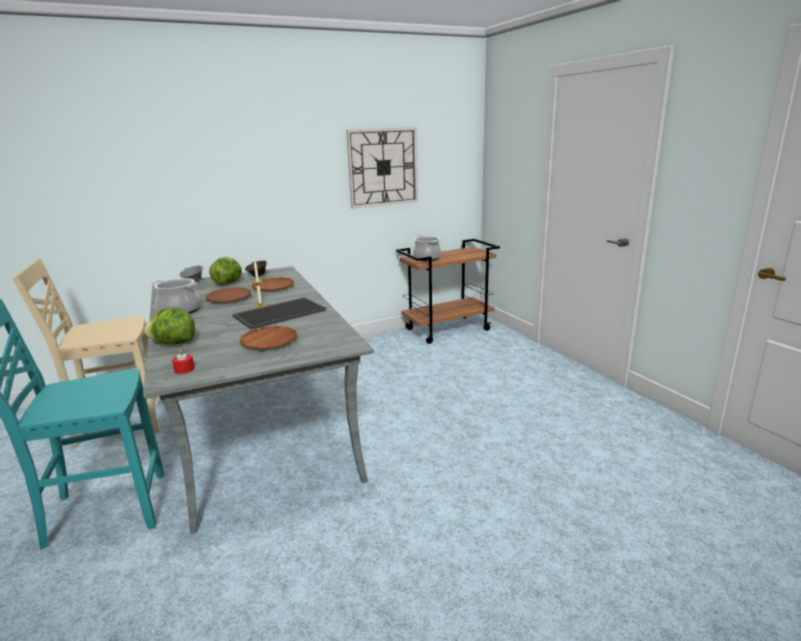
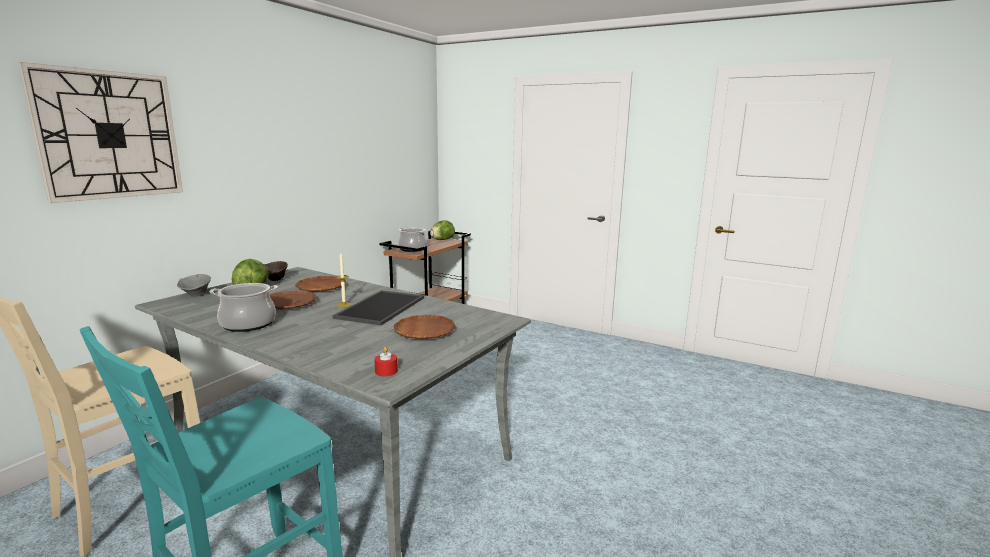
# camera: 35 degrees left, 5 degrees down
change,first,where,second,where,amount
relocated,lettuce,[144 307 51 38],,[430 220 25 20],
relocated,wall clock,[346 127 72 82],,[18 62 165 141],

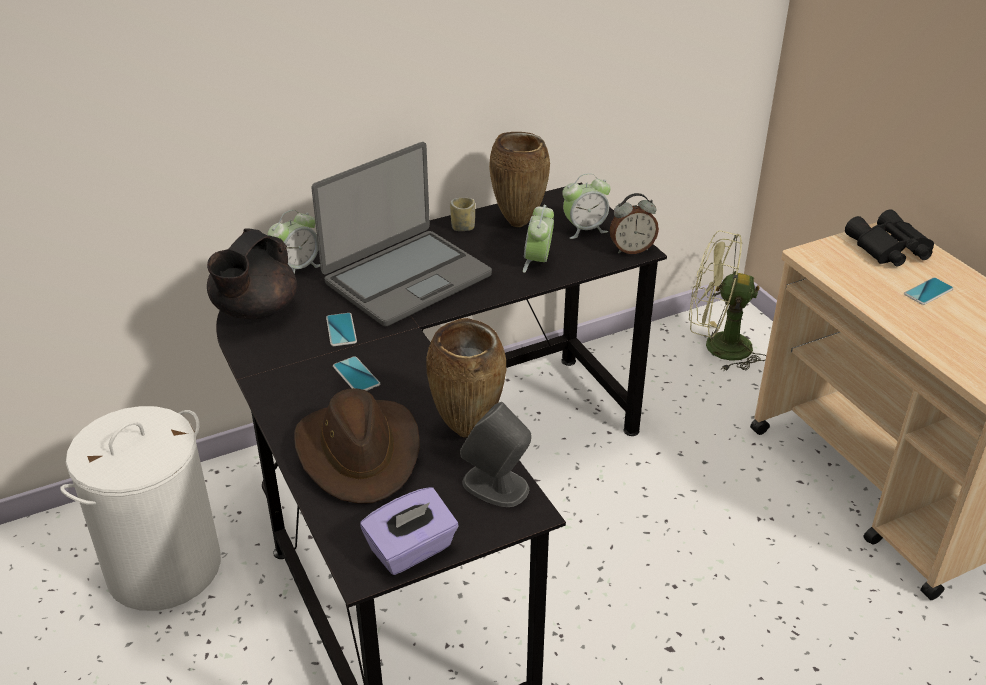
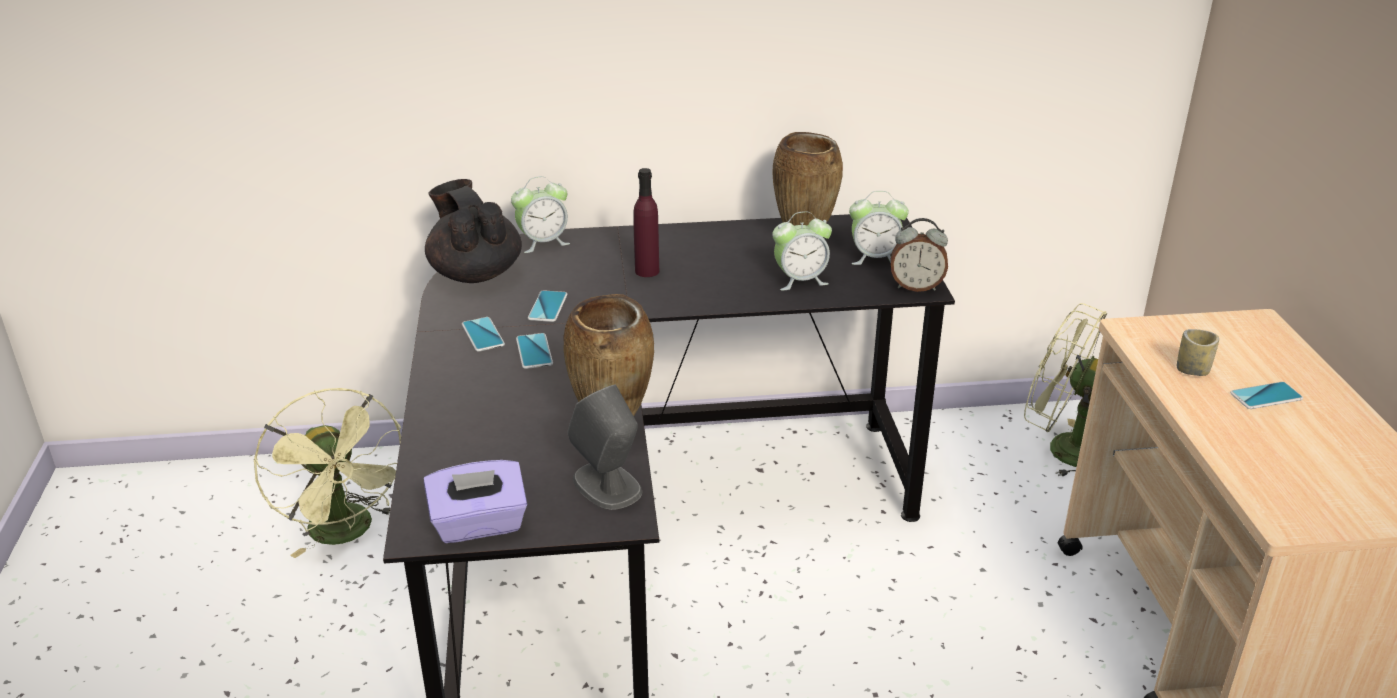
# camera: 20 degrees right, 5 degrees down
change,first,where,second,where,amount
exchanged,laundry basket in white,[60 406 161 205],fan in green,[253 388 148 170],
spun,teapot in black,[207 228 90 91],,[425 179 97 104],105 degrees clockwise
missing,hat in brown,[294 388 126 116],,,
exchanged,laptop,[312 142 180 184],bottle in purple,[633 168 27 109],
relocated,cup,[450 198 25 33],,[1177 329 42 47],
spun,alarm clock,[523 205 31 68],,[772 211 60 79],135 degrees counterclockwise
missing,binoculars in black,[845 209 89 57],,,
appeared,,,phone,[462 317 43 35],

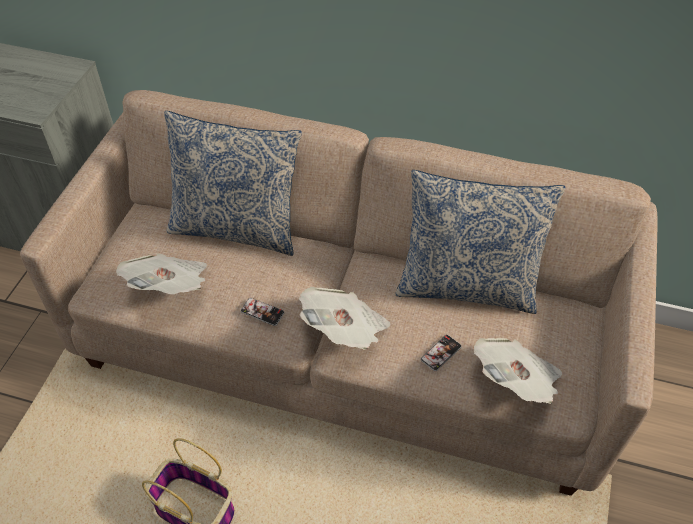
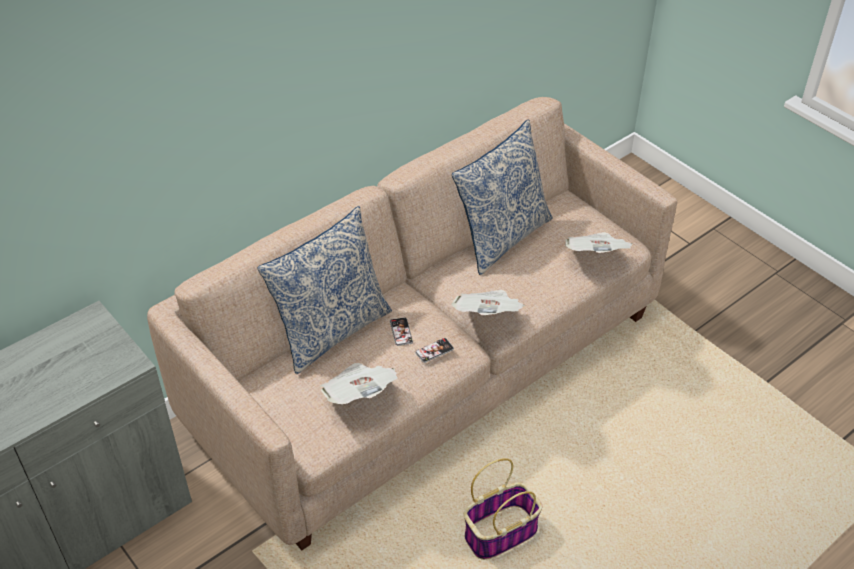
# camera: 55 degrees left, 5 degrees down
change,first,where,second,where,amount
relocated,phone,[421 335 41 36],,[390 317 23 29],

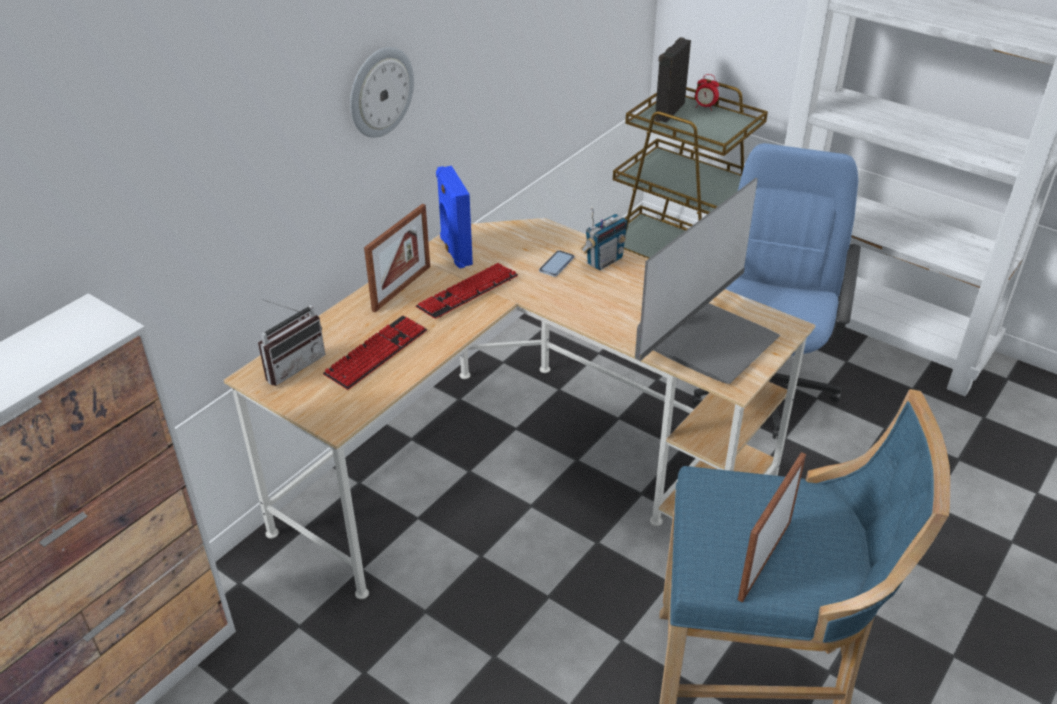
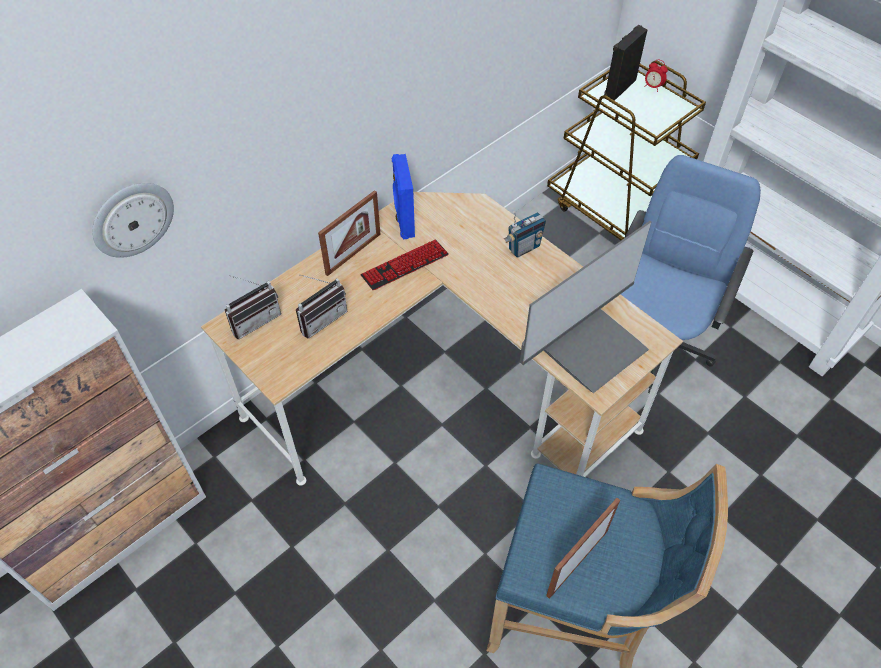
# camera: 10 degrees right, 15 degrees up
change,first,where,second,where,amount
exchanged,keyboard,[323 316 104 74],radio,[296 274 51 64],
relocated,wall clock,[350 47 64 91],,[92 183 82 75],
missing,phone,[539 250 35 27],,,

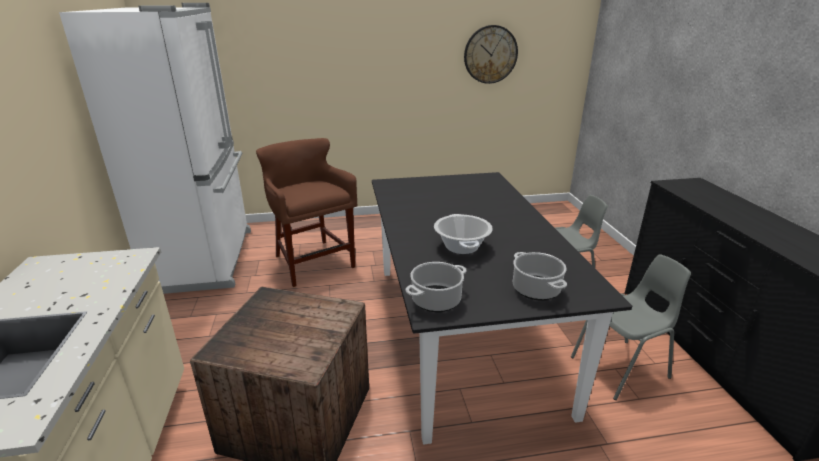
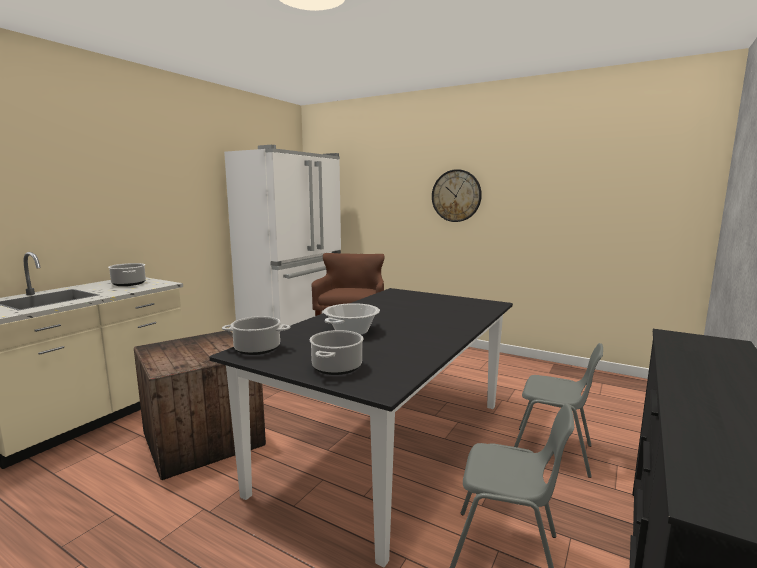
# camera: 40 degrees right, 15 degrees down
change,first,where,second,where,amount
relocated,wall clock,[464 25 54 59],,[432 169 50 53],
appeared,,,cooking pot,[108 263 38 23],

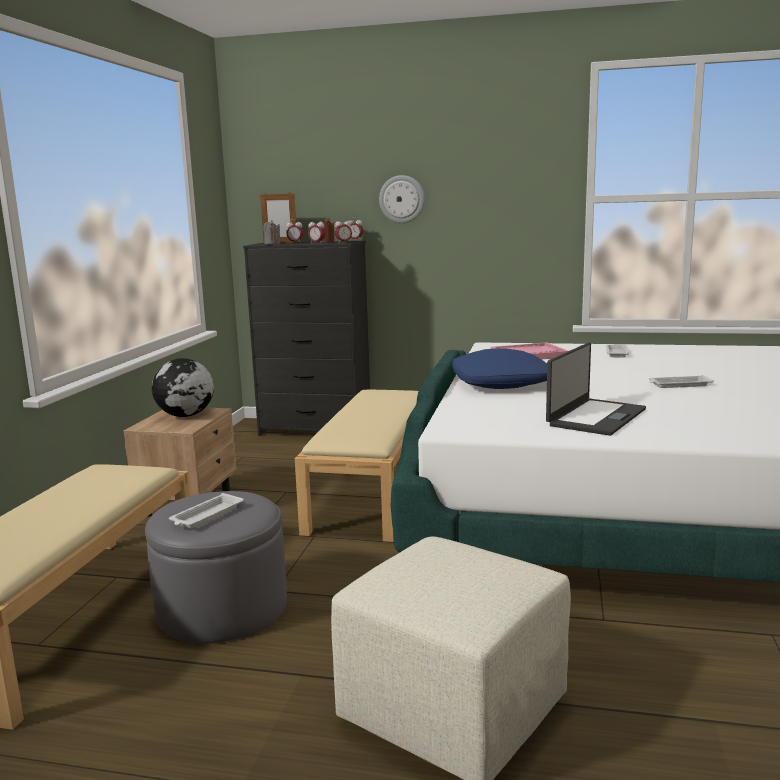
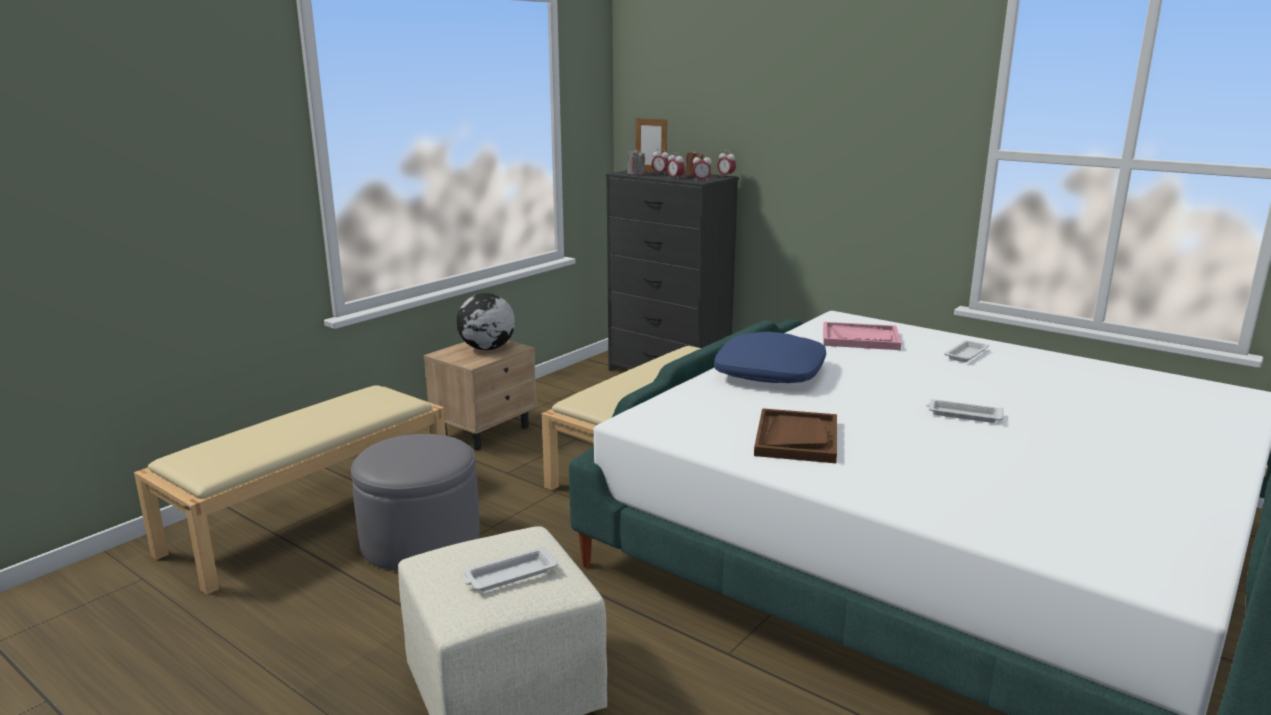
# camera: 25 degrees right, 5 degrees up
change,first,where,second,where,amount
relocated,tray in white,[169 493 75 35],,[464 547 94 44],
missing,wall clock,[379 175 46 48],,,
exchanged,laptop,[546 342 100 94],tray in brown,[754 408 83 55],

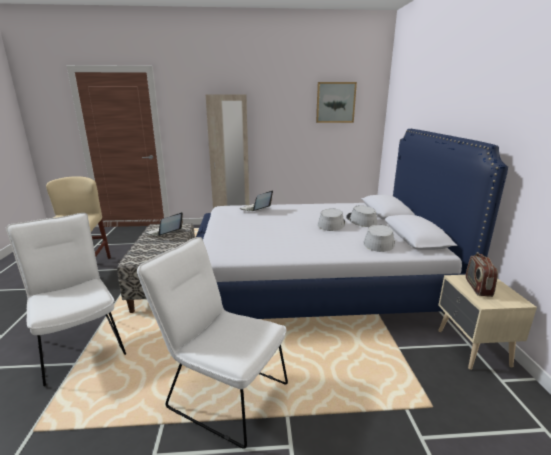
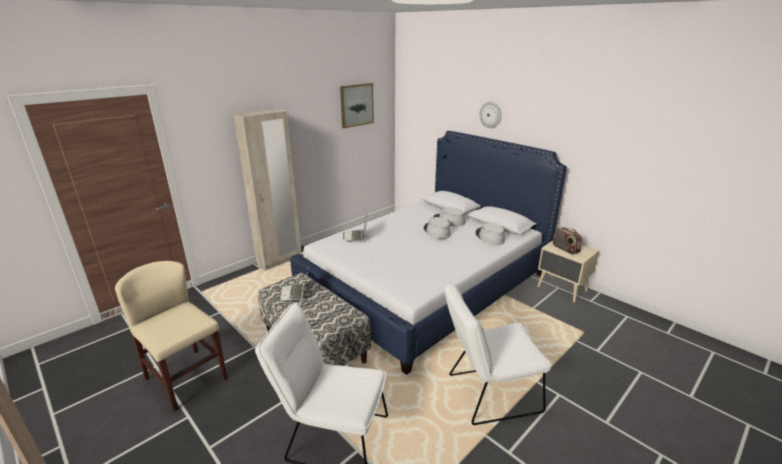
# camera: 40 degrees left, 5 degrees up
change,first,where,second,where,amount
appeared,,,wall clock,[479 102 23 26],

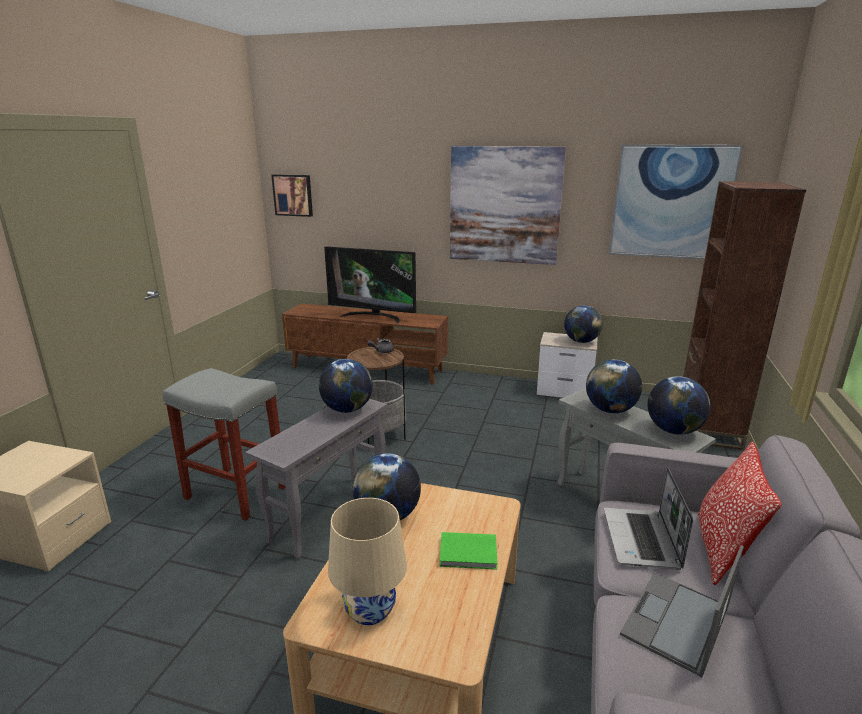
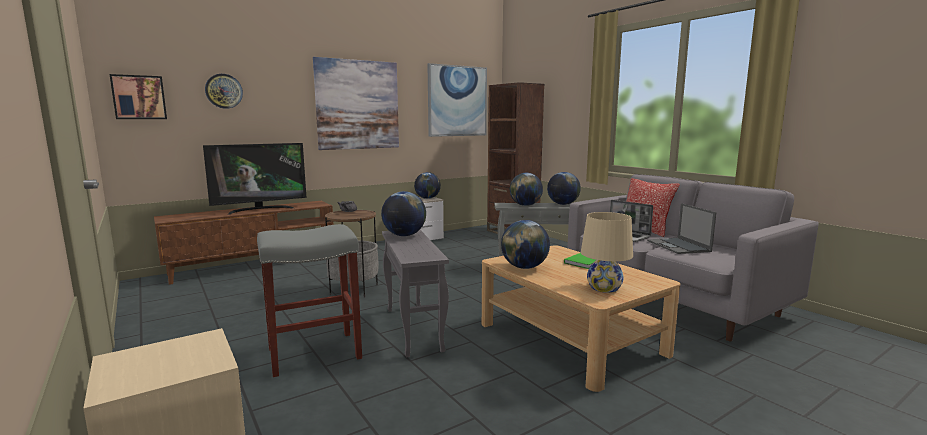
# camera: 50 degrees left, 10 degrees down
change,first,where,second,where,amount
appeared,,,wall clock,[205 74 38 35],

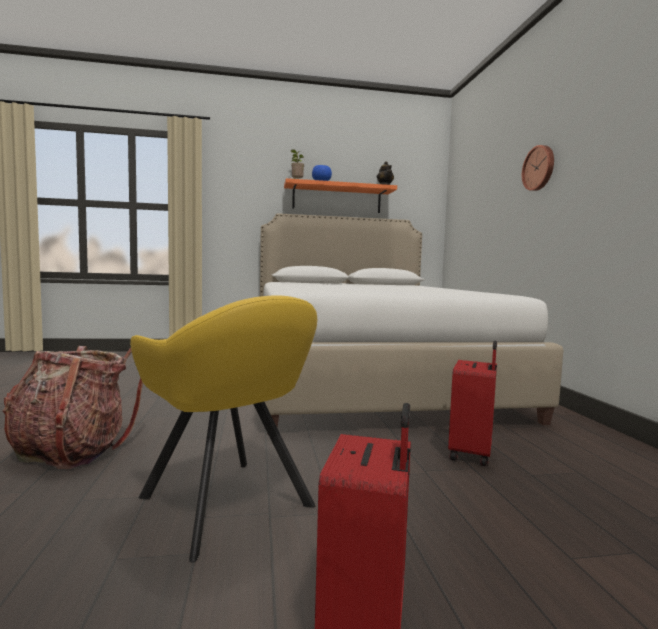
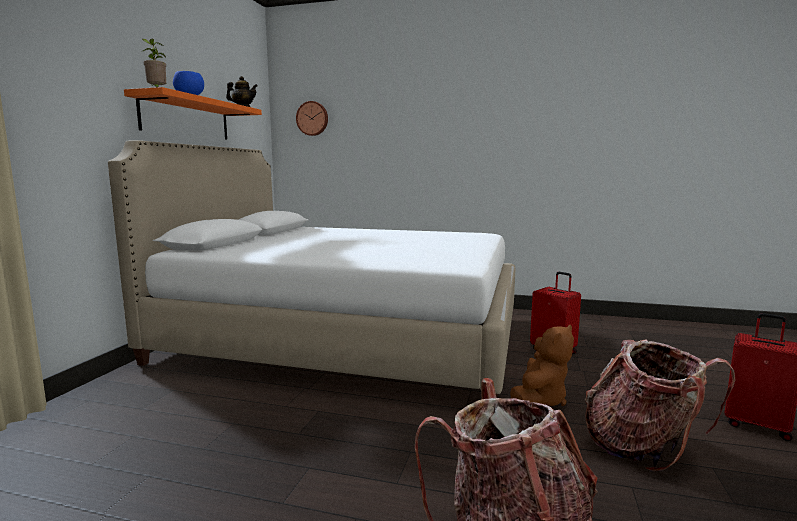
# camera: 65 degrees left, 5 degrees up
change,first,where,second,where,amount
exchanged,armchair in yellow,[130 295 187 268],backpack,[585 339 151 132],
relocated,wall clock,[522 145 32 46],,[296 101 32 35],
appeared,,,plush toy in brown,[510 325 64 81],

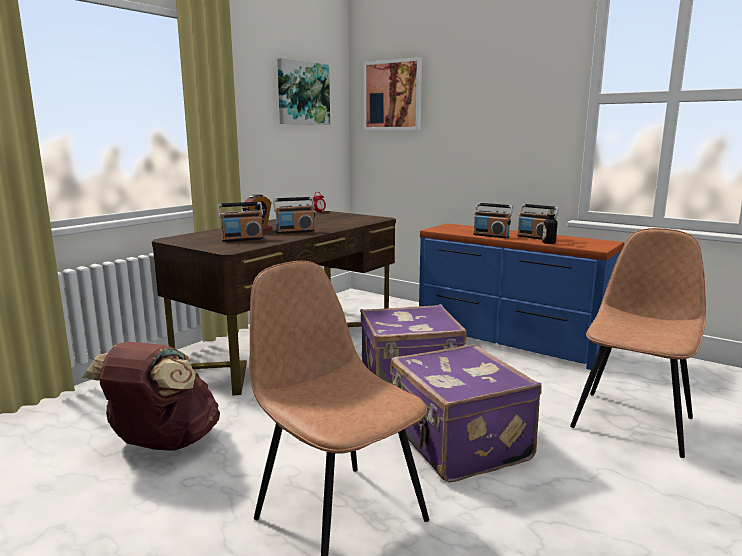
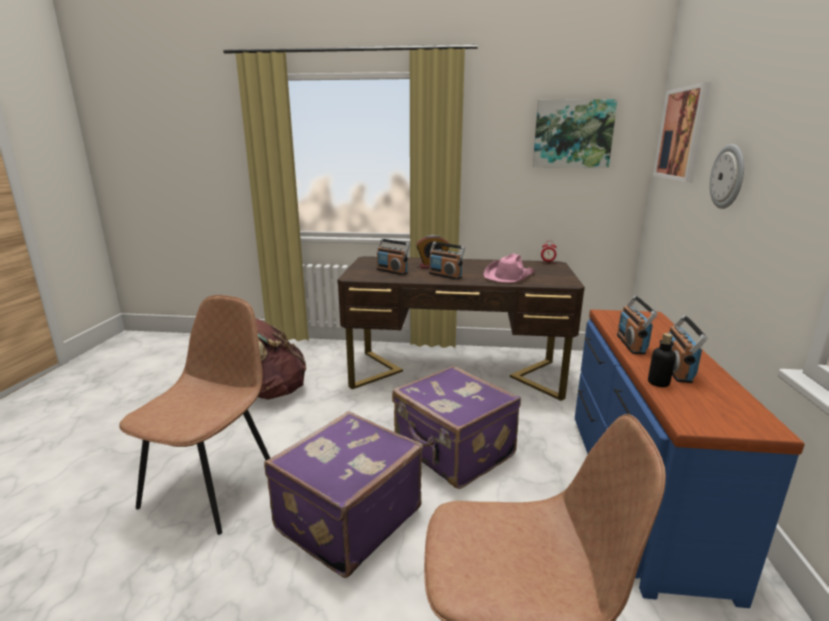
# camera: 60 degrees right, 5 degrees up
change,first,where,second,where,amount
appeared,,,hat in pink,[484 253 51 30],
appeared,,,wall clock,[710 144 34 65],

